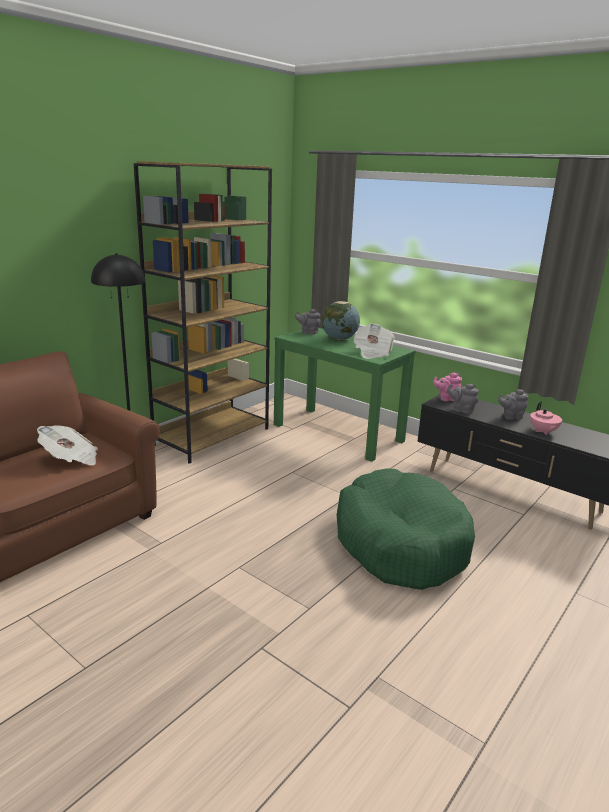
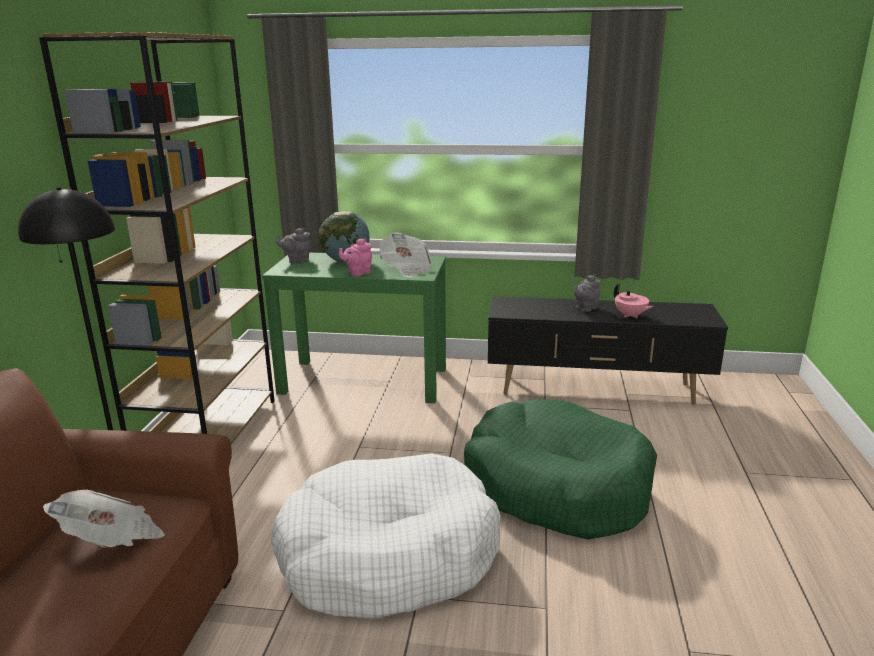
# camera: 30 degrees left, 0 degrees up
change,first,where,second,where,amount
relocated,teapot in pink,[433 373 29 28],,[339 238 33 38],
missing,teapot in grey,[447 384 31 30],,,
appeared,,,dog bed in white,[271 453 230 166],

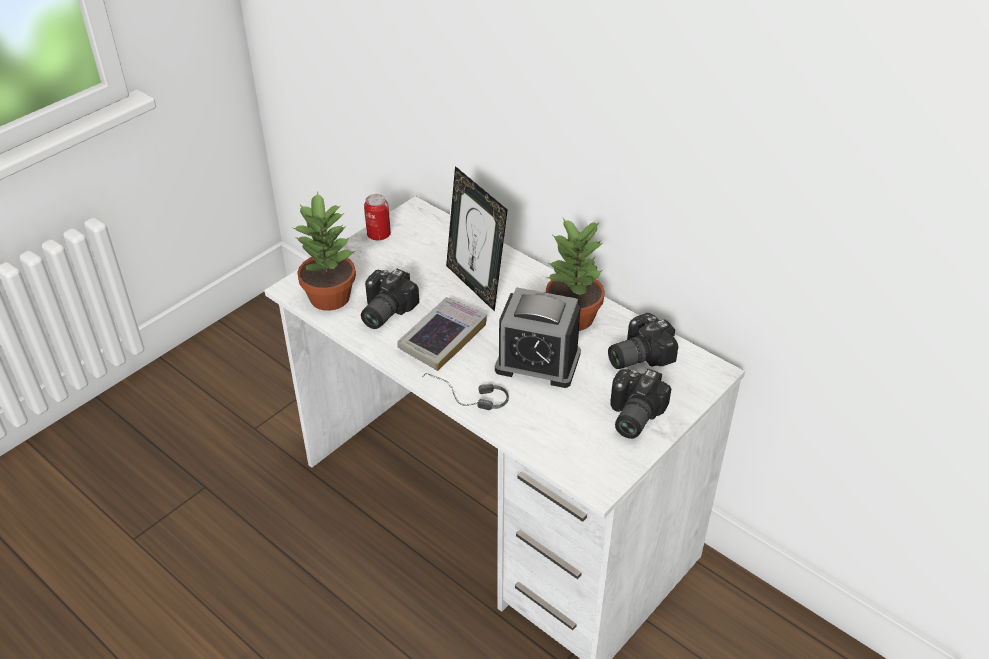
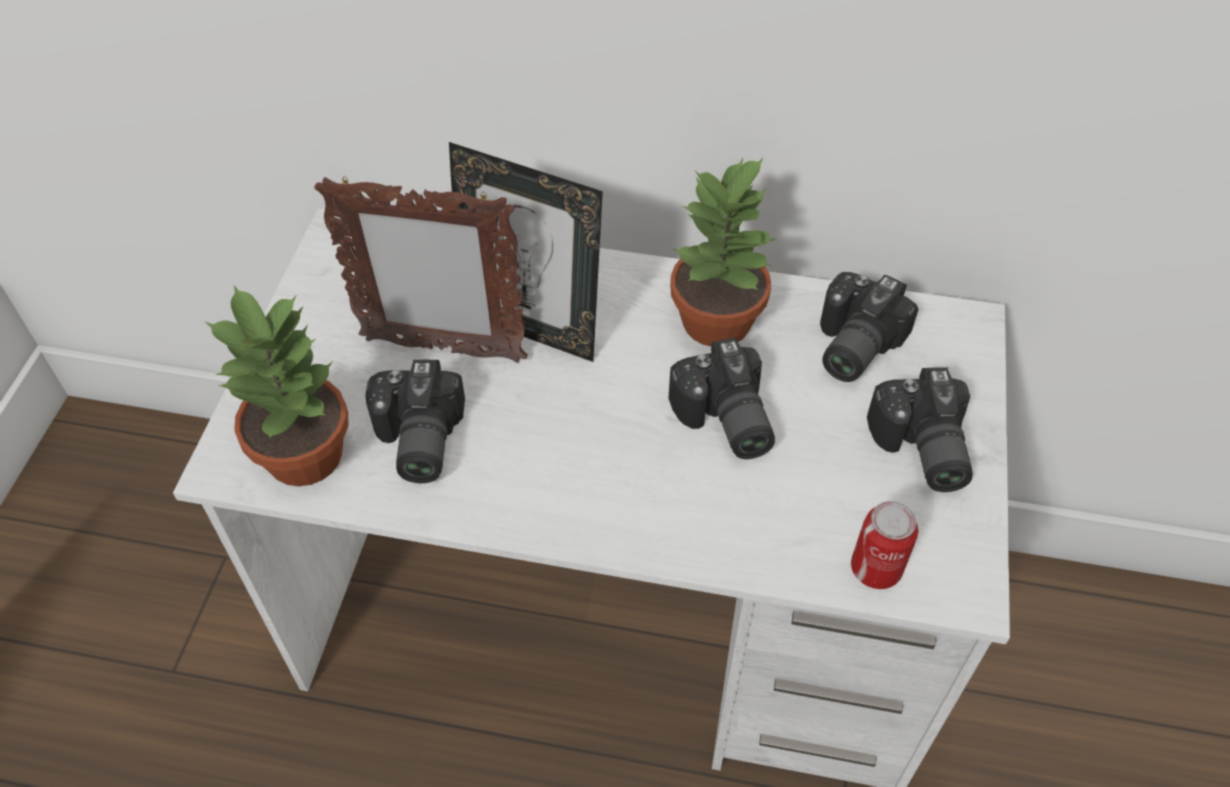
# camera: 30 degrees left, 10 degrees up
change,first,where,second,where,amount
relocated,can,[364 194 27 47],,[851 501 67 88],
missing,book,[397 297 90 74],,,
missing,headphones,[424 373 85 37],,,
exchanged,alarm clock,[495 287 86 101],photo camera,[669 337 106 122],
appeared,,,picture frame,[314 176 214 187],

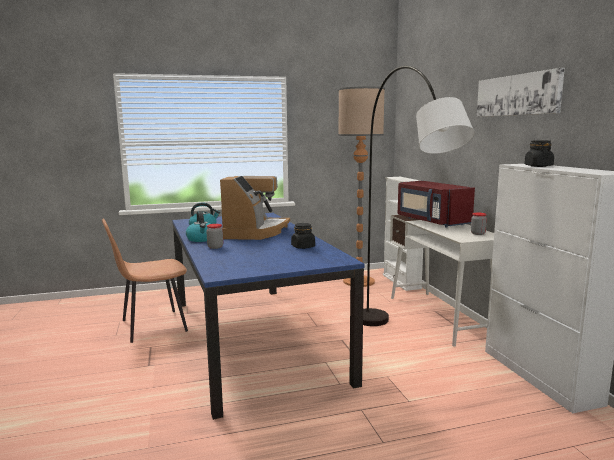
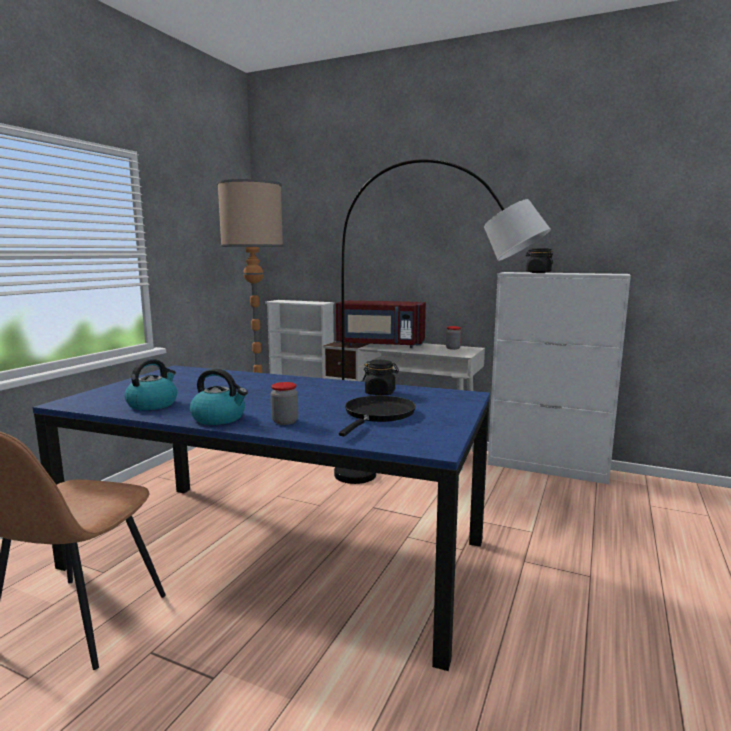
# camera: 50 degrees left, 0 degrees up
change,first,where,second,where,amount
missing,coffee machine,[220 176 70 64],,,
missing,picture,[477 68 88 49],,,
appeared,,,frying pan in black,[339 396 77 40],

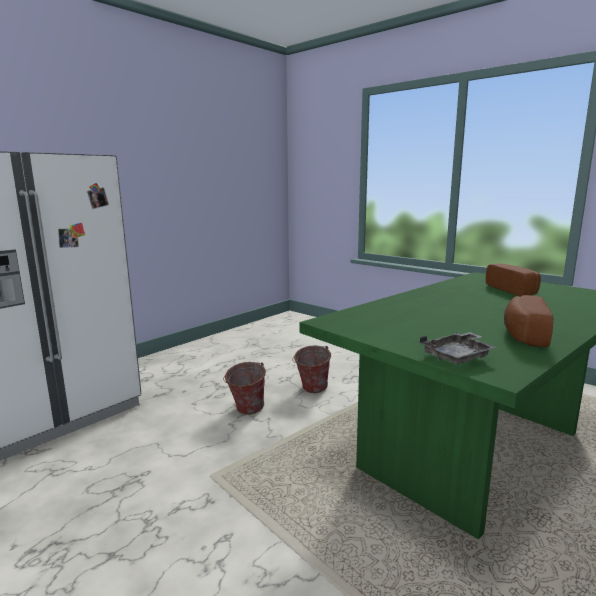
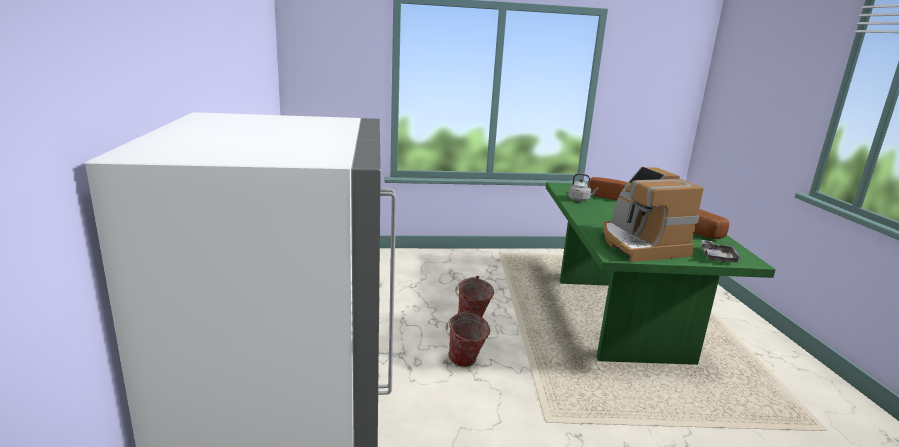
# camera: 50 degrees left, 5 degrees up
change,first,where,second,where,amount
appeared,,,kettle in grey,[568 173 30 28],
appeared,,,coffee machine,[603 167 101 95],

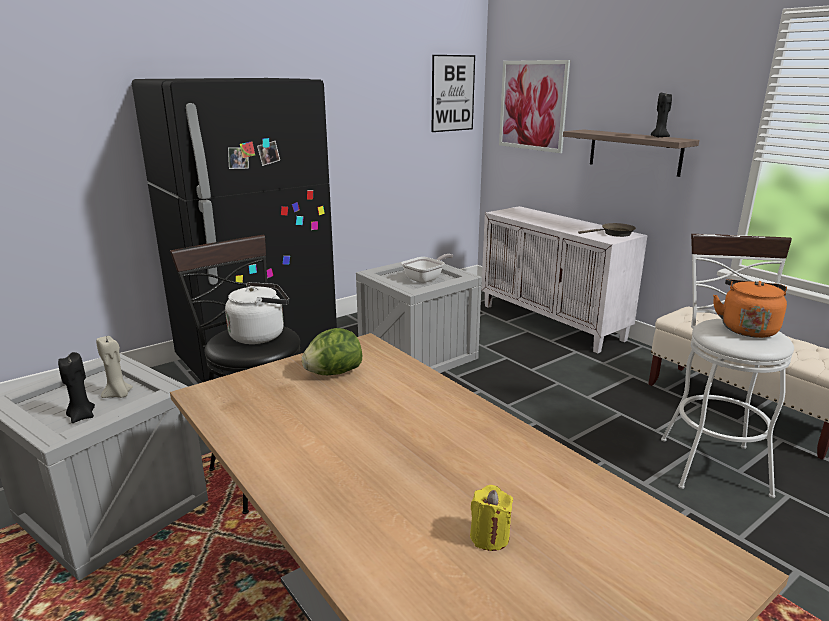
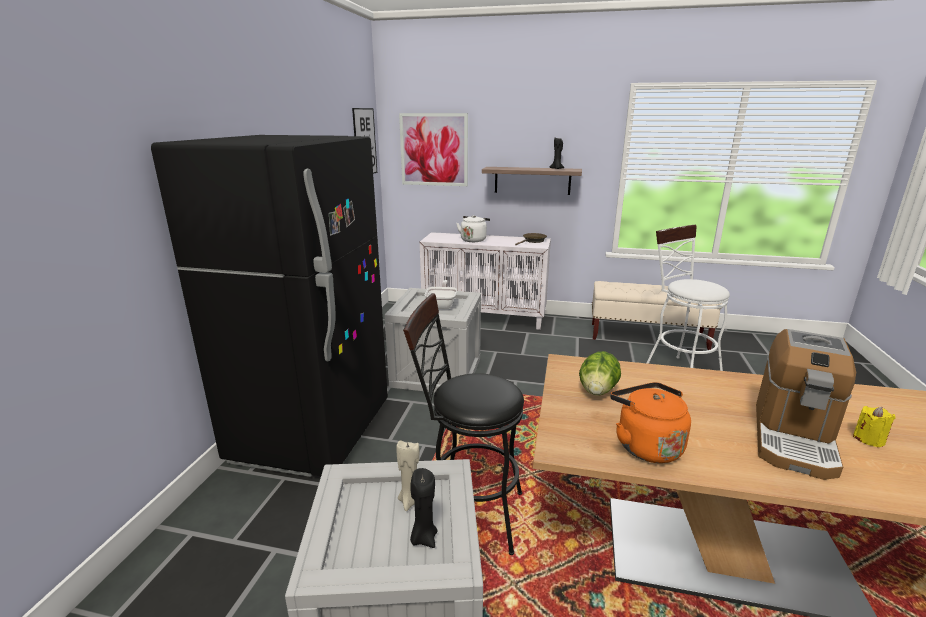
# camera: 40 degrees left, 0 degrees up
change,first,where,second,where,amount
relocated,kettle in white,[225 282 64 62],,[456 215 34 27],
relocated,kettle in orange,[713 279 74 59],,[610 382 81 81],
appeared,,,coffee machine,[756 329 100 151],

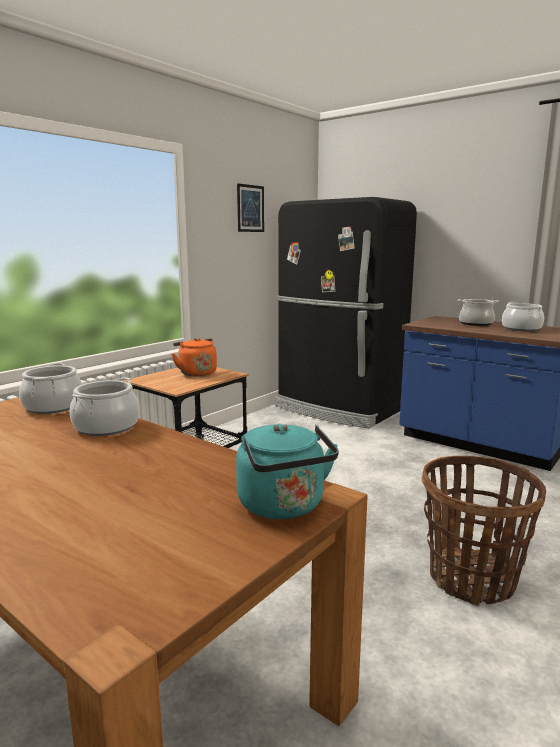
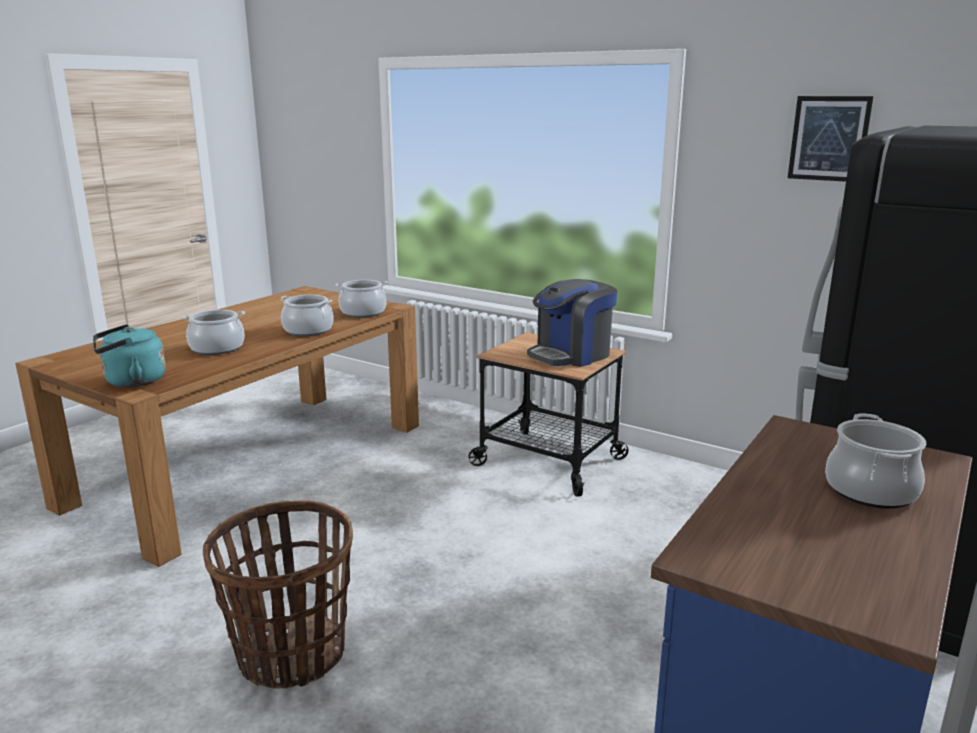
# camera: 85 degrees right, 5 degrees up
change,first,where,second,where,amount
exchanged,kettle in orange,[172 338 45 38],coffee machine,[527 279 91 88],
relocated,cooking pot,[502 302 42 29],,[181 310 64 45],

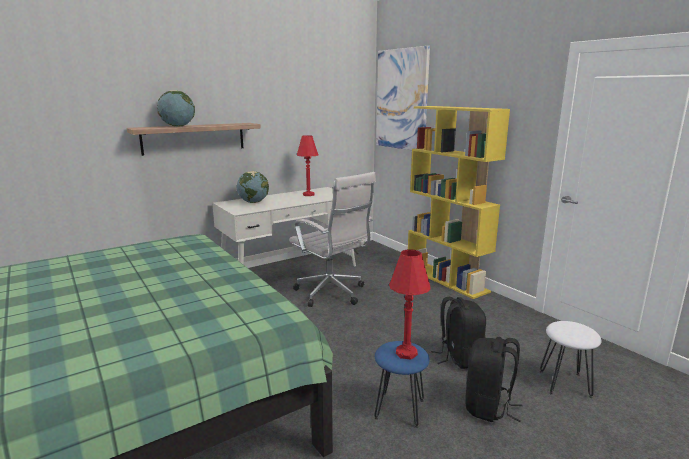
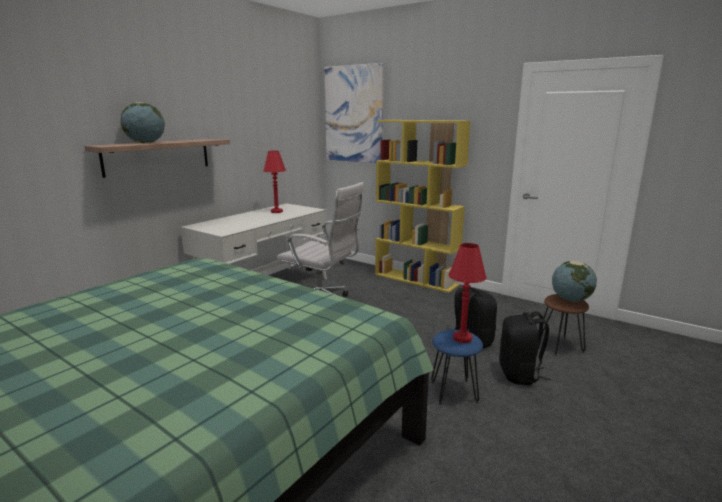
# camera: 20 degrees left, 0 degrees up
change,first,where,second,where,amount
relocated,globe,[237 171 32 32],,[552 261 45 41],
colour,stool in white,[540 321 62 77],stool in brown,[542 294 47 62],

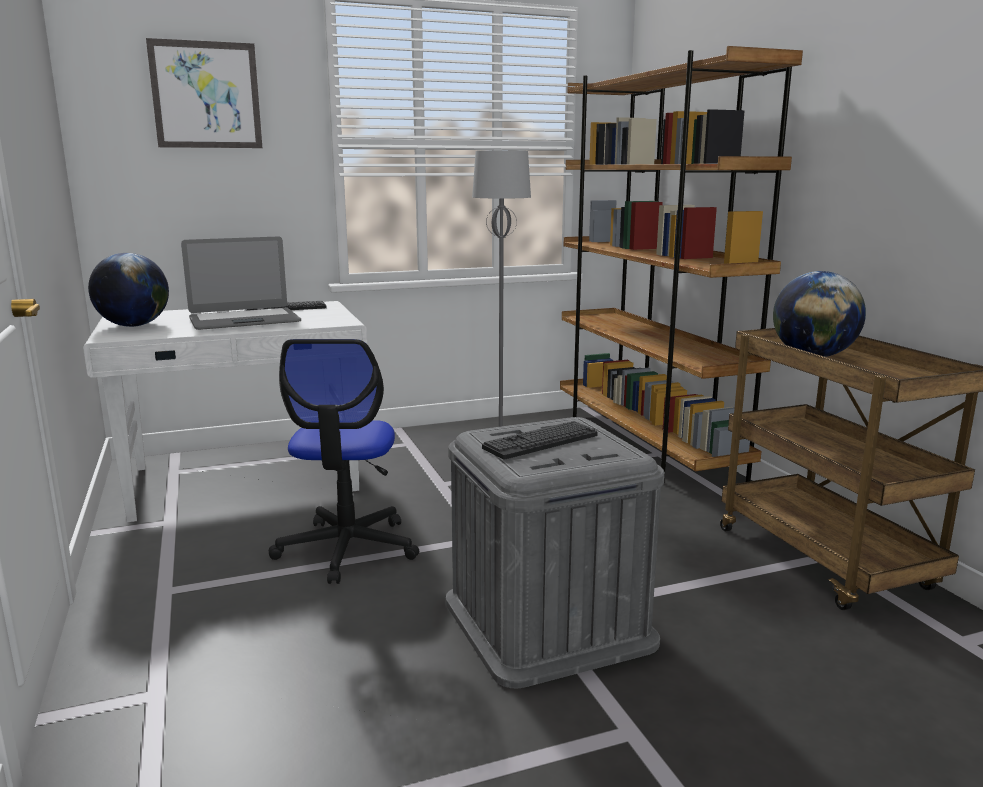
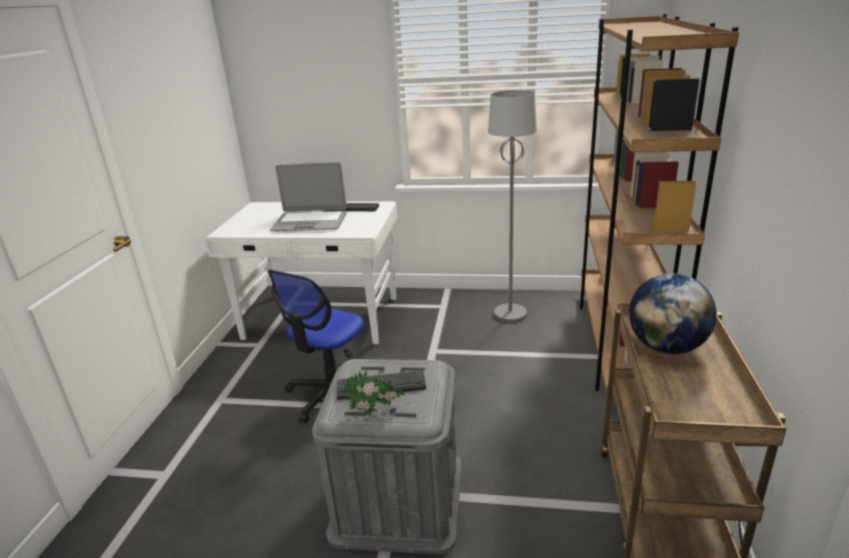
# camera: 30 degrees right, 10 degrees up
change,first,where,second,where,amount
missing,globe,[88 253 81 74],,,
missing,picture,[146 38 116 110],,,
appeared,,,potted plant,[344 371 61 45],

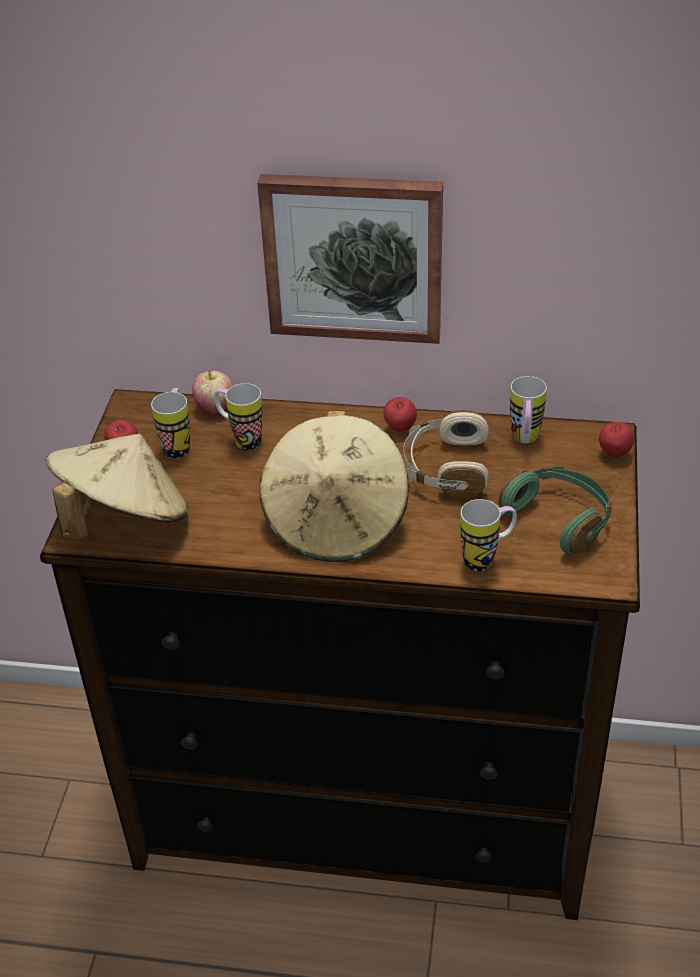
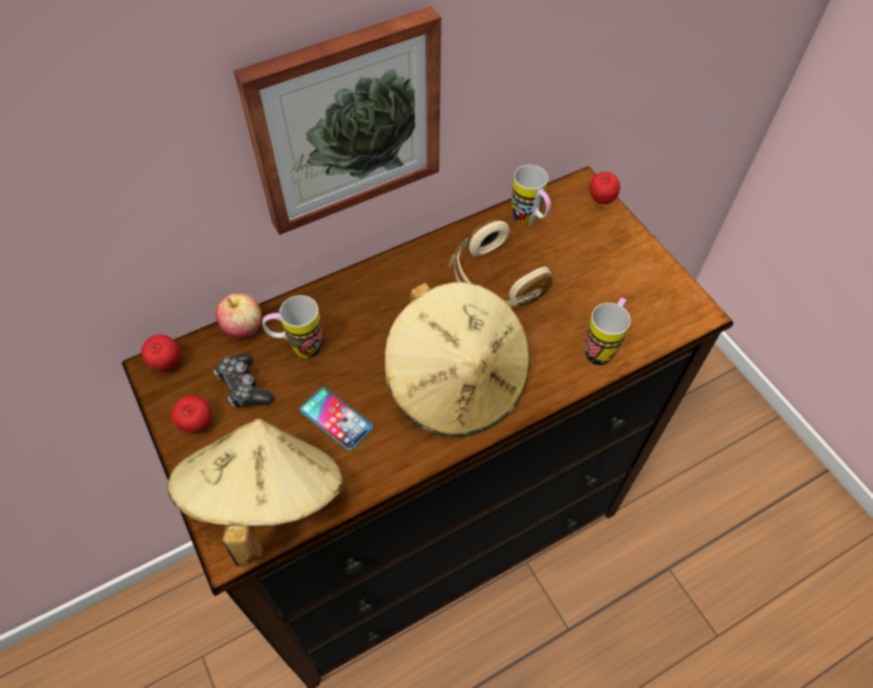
# camera: 40 degrees left, 15 degrees up
change,first,where,second,where,amount
exchanged,mug,[151 388 39 71],game controller,[214 354 60 53],
relocated,apple,[384 397 33 34],,[142 335 38 36],
missing,headphones in green,[499 466 112 88],,,
appeared,,,phone,[300 387 73 63],

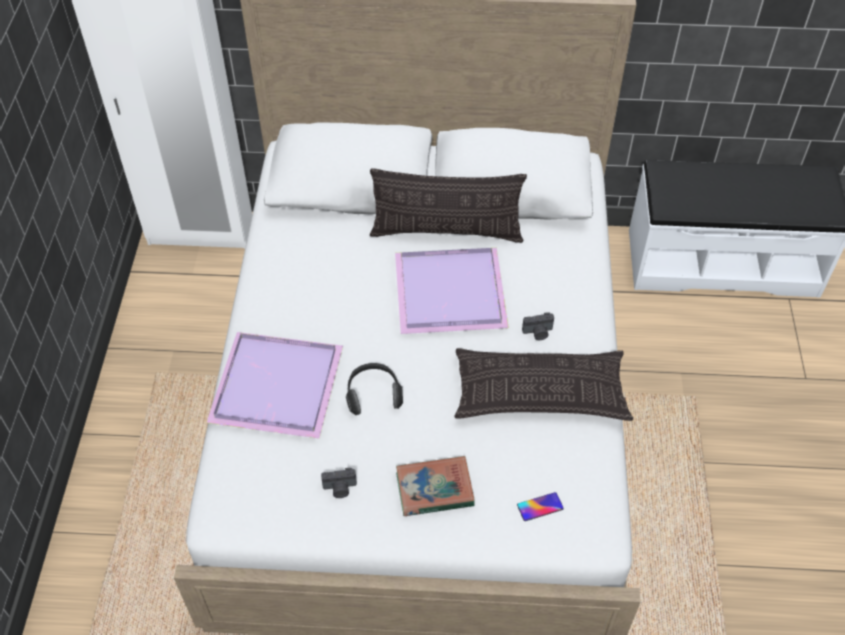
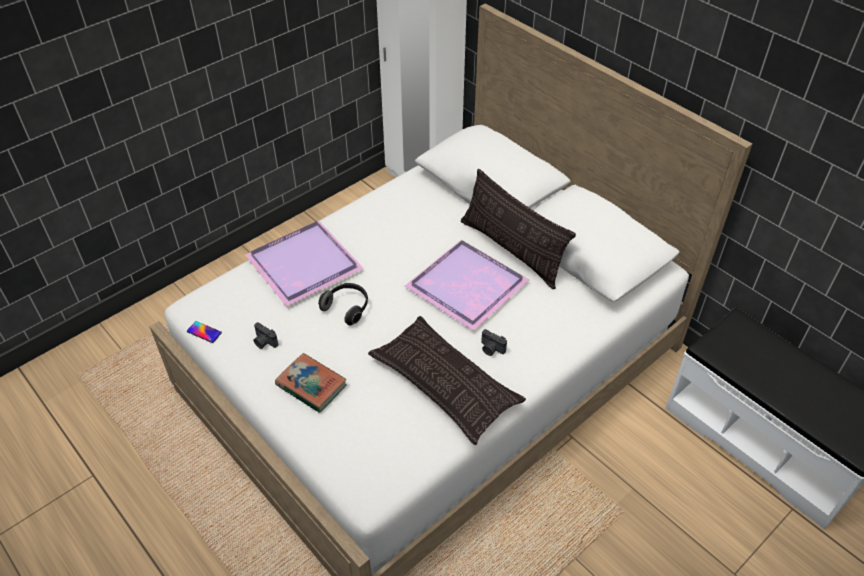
# camera: 45 degrees right, 5 degrees down
change,first,where,second,where,amount
relocated,phone,[517 492 47 29],,[187 321 35 22],

